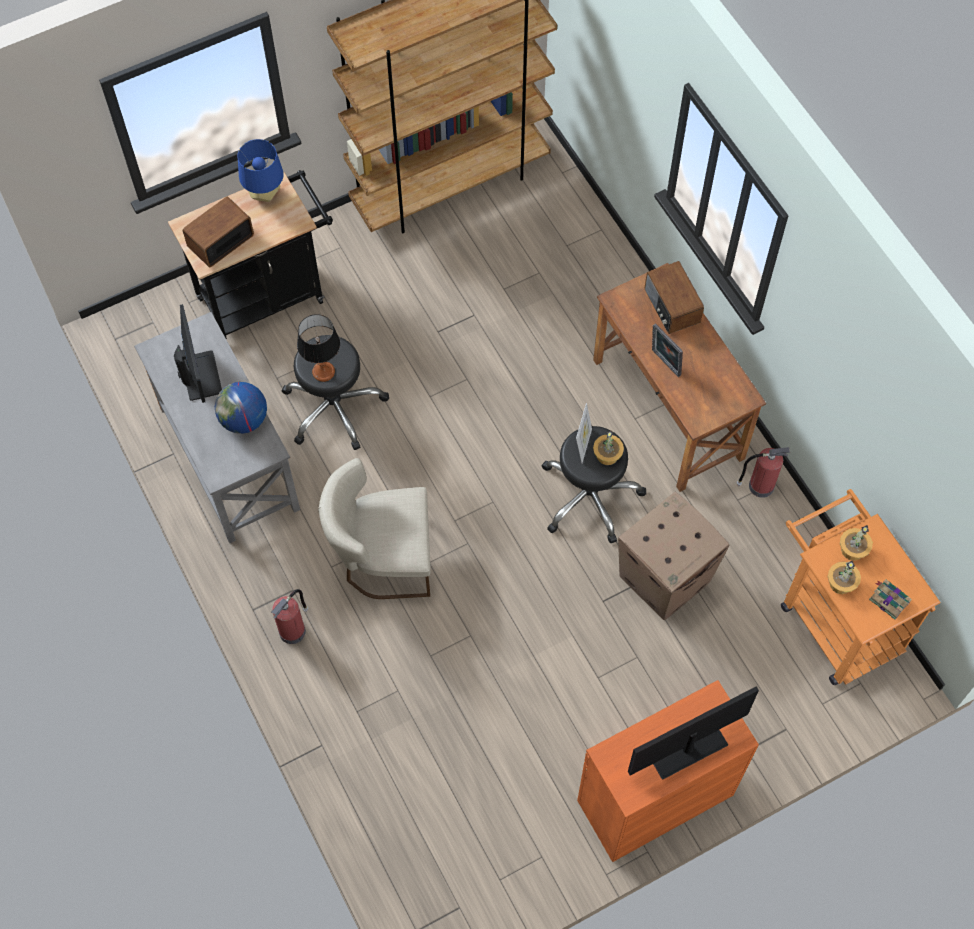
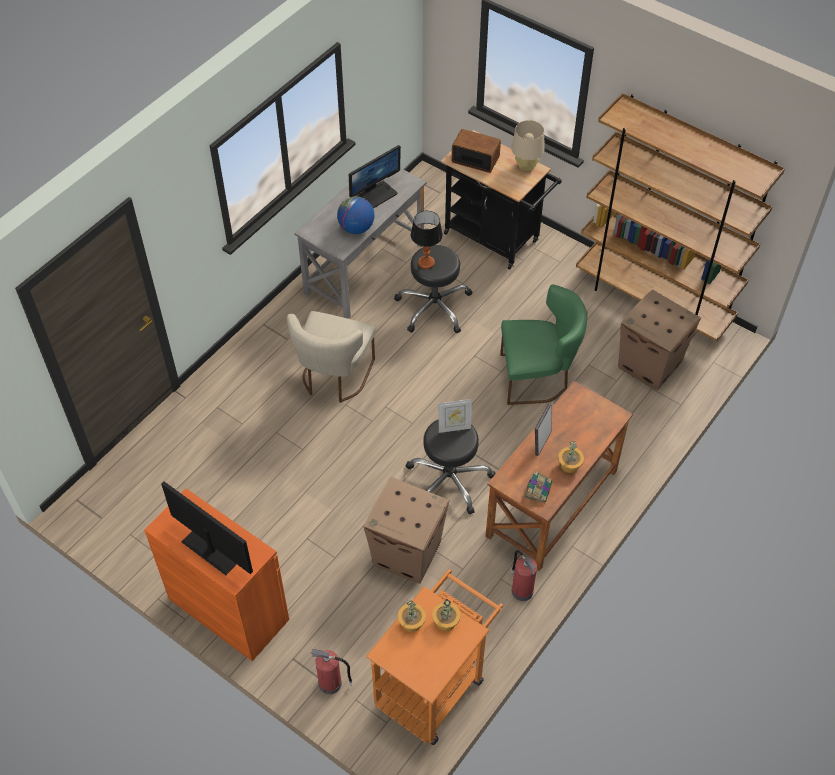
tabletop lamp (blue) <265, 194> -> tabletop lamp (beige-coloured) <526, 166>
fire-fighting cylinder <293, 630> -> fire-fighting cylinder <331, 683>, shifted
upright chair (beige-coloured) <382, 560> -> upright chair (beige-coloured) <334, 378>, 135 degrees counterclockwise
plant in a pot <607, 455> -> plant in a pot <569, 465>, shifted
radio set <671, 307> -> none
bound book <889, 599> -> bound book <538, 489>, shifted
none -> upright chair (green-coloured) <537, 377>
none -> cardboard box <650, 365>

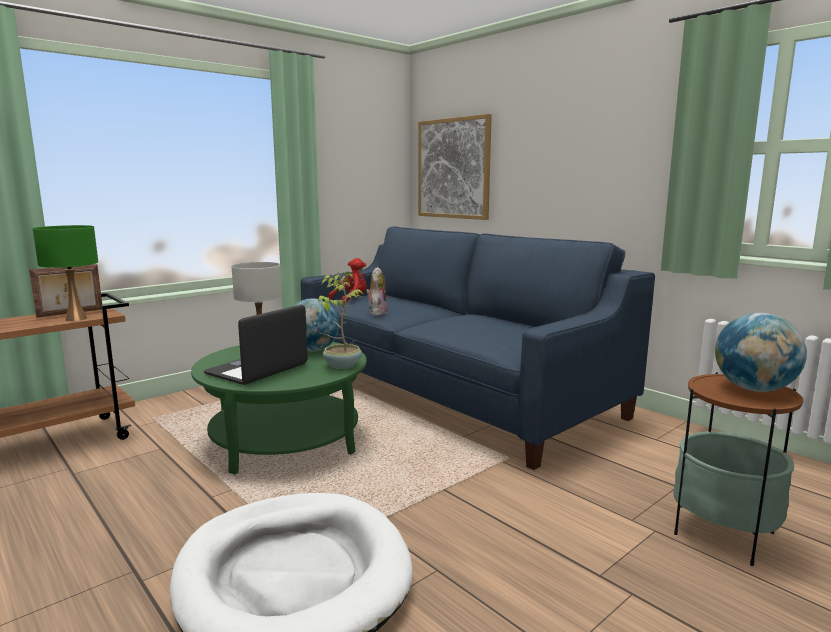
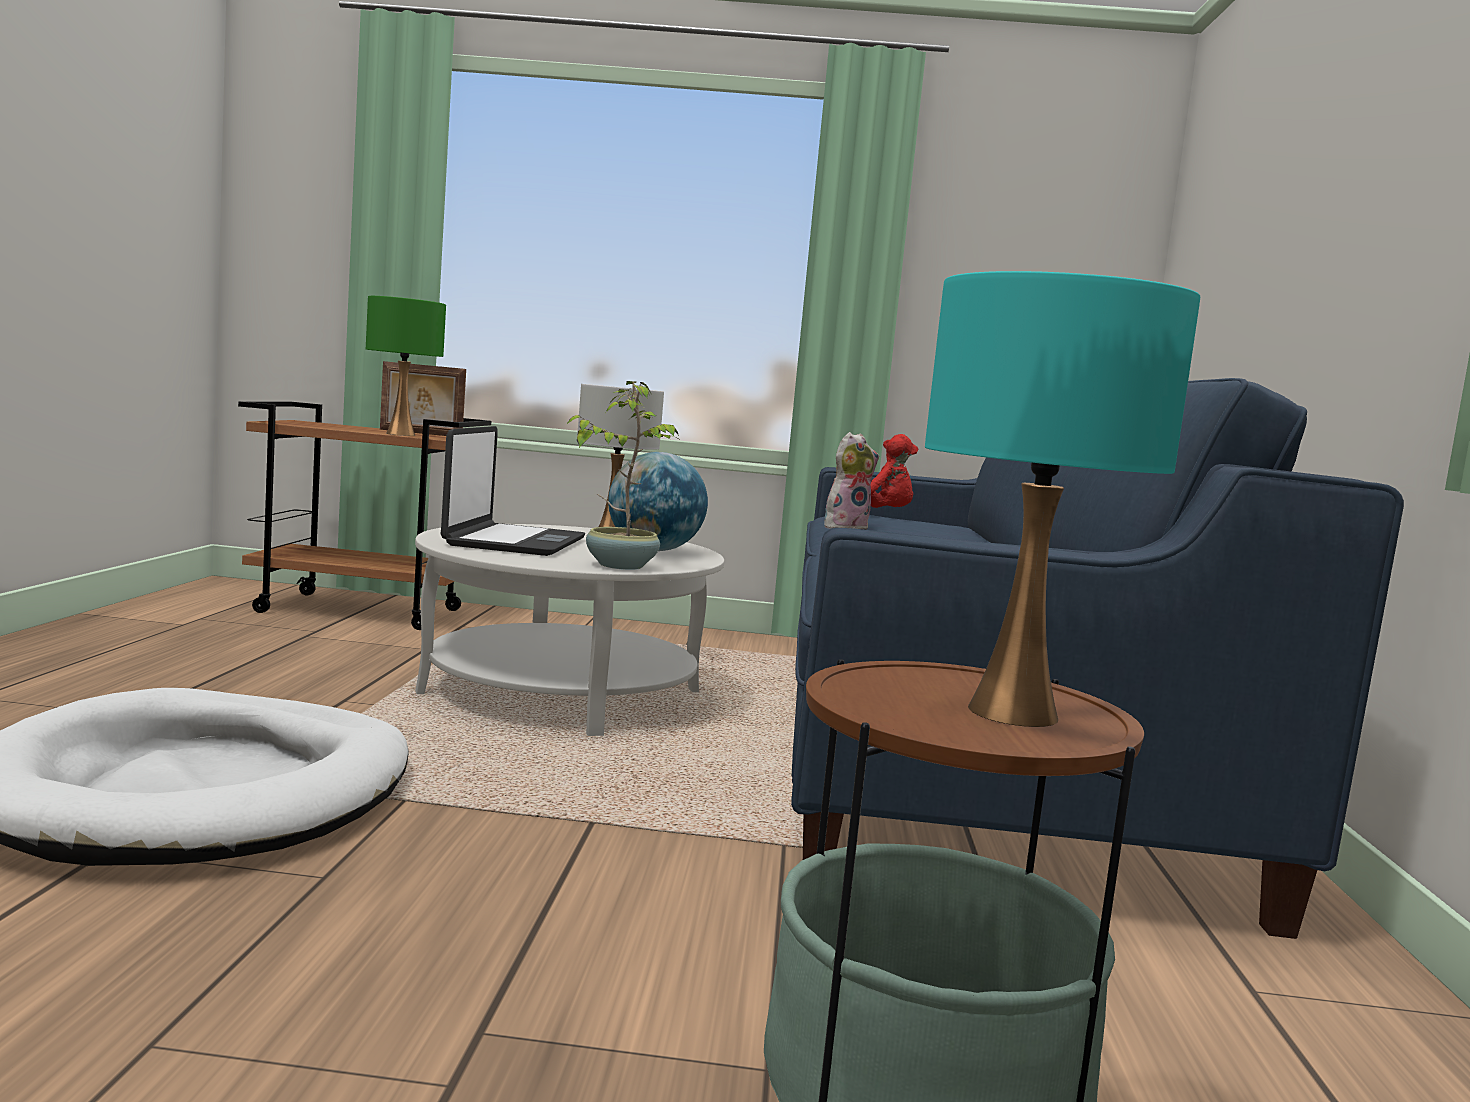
lounge table (green-coloured) <286, 440> -> lounge table (white-coloured) <562, 693>
laptop <258, 370> -> laptop <513, 542>, 105 degrees clockwise
wall art <453, 168> -> none
globe <754, 389> -> tabletop lamp (blue-green) <1011, 713>

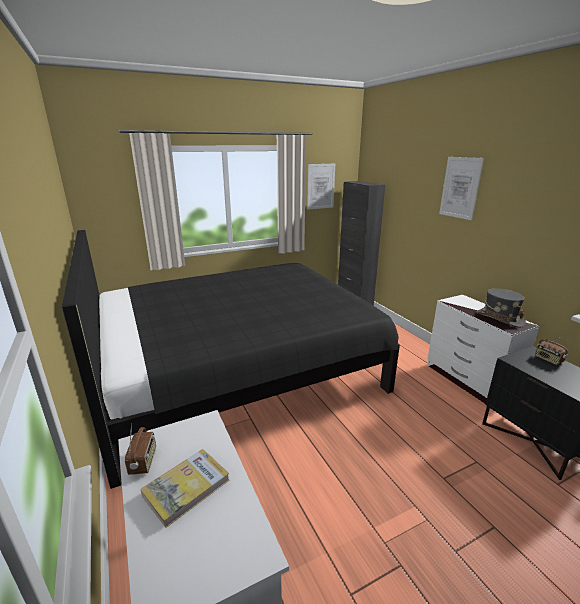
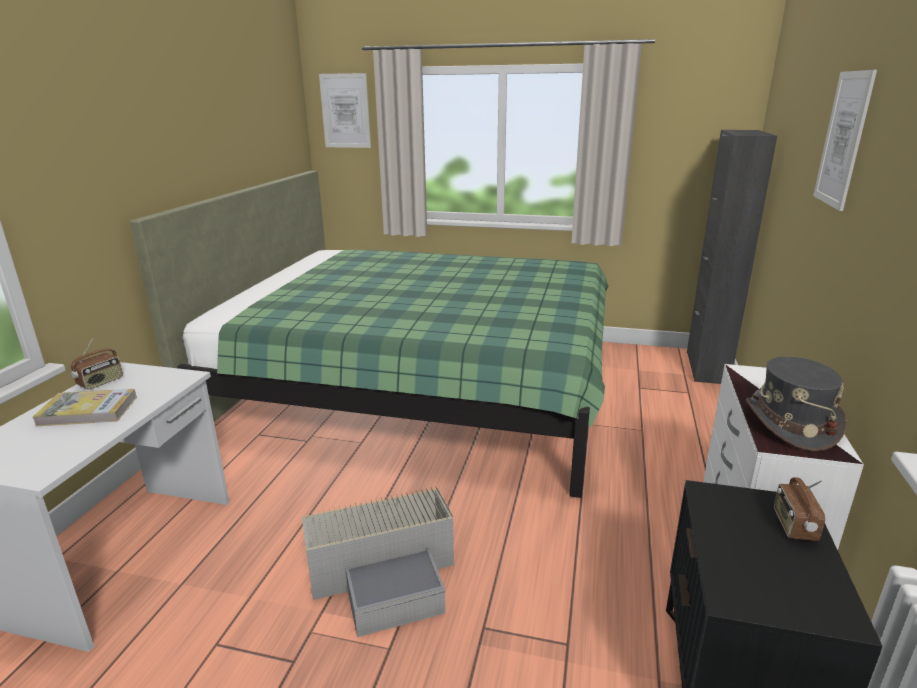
sleeping bed (black-coloured) <236, 368> -> sleeping bed (green-coloured) <420, 387>
wall art <320, 186> -> wall art <345, 111>, shifted
none -> storage box (gray) <386, 573>

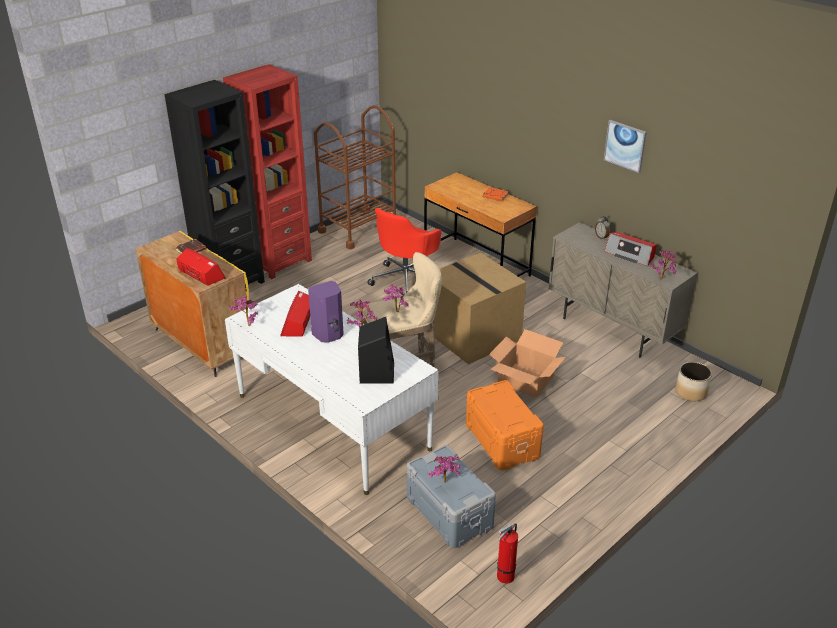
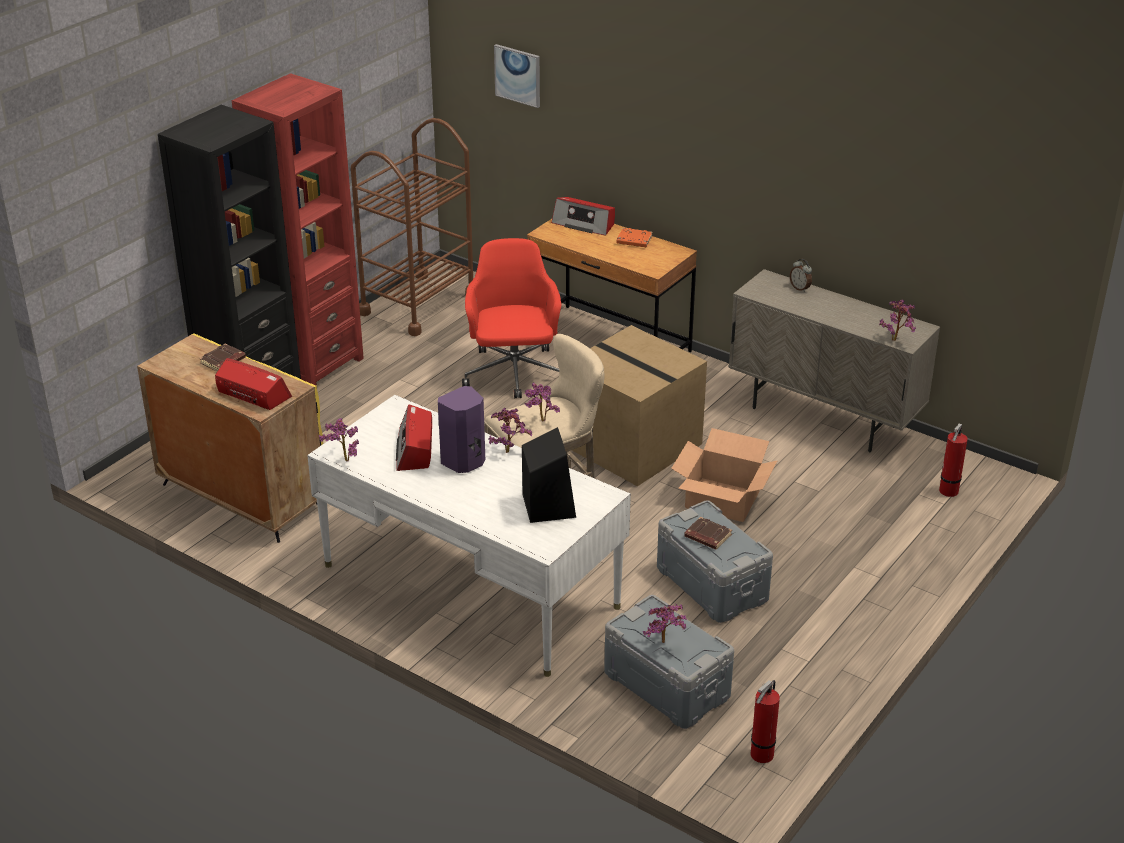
desk chair (reddish) <406, 280> -> desk chair (reddish) <514, 374>, 150 degrees clockwise
storage box (orange-coloured) <501, 441> -> storage box (gray) <711, 584>
wall art <625, 145> -> wall art <518, 75>, shifted
radio set <630, 254> -> radio set <584, 224>, shifted
plant pot <691, 392> -> fire-fighting cylinder <948, 492>
none -> bound book (brown-coloured) <707, 536>

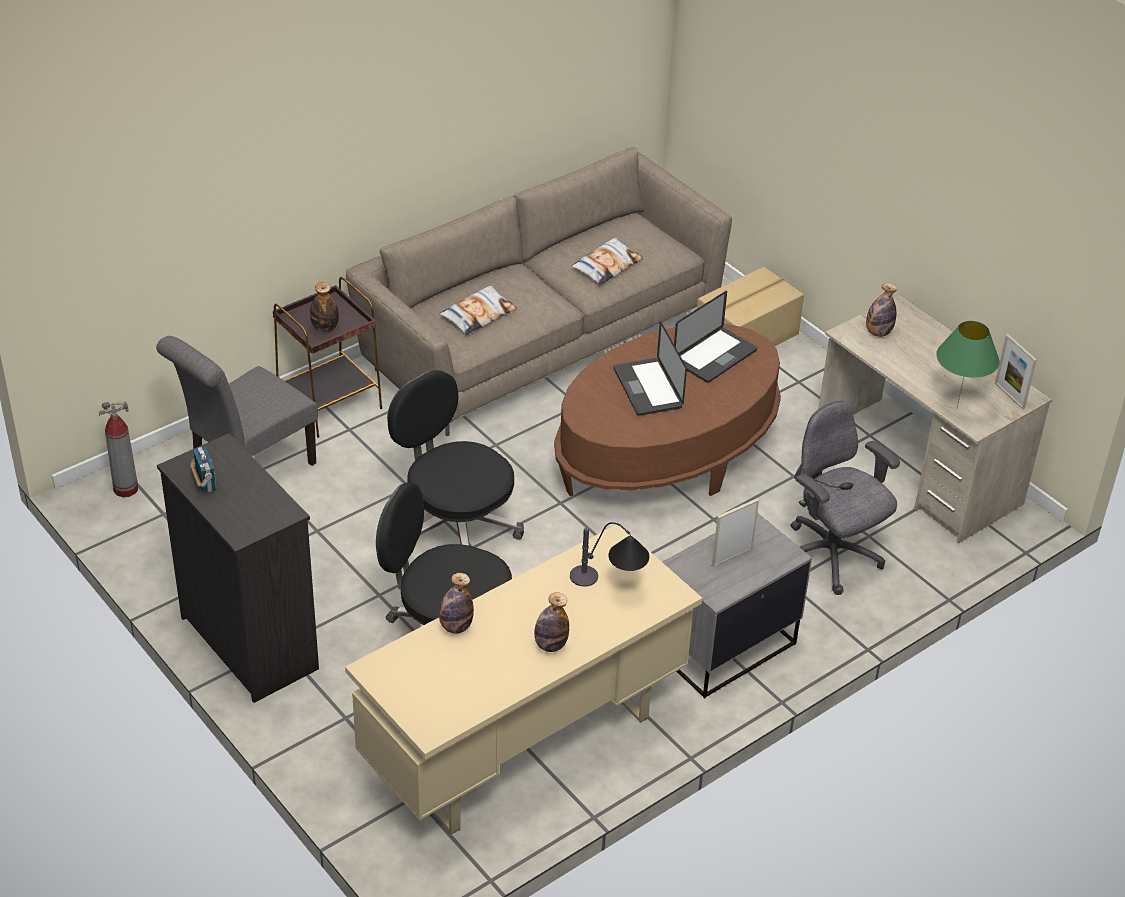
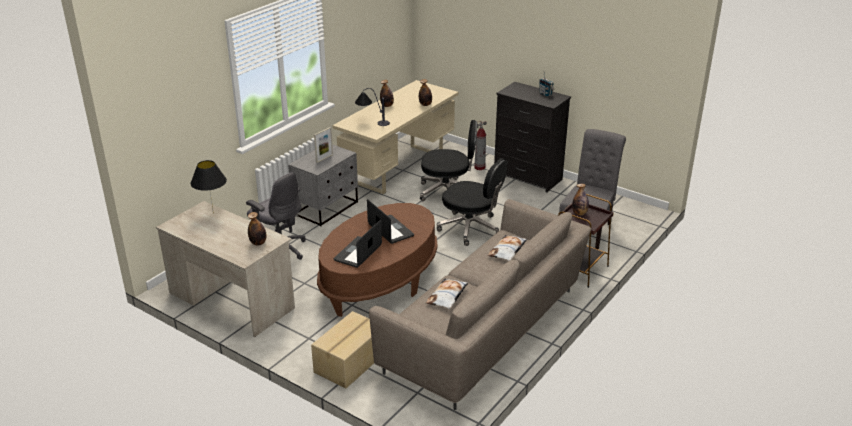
fire-fighting cylinder <125, 489> -> fire-fighting cylinder <479, 167>, shifted
tabletop lamp (green-coloured) <956, 407> -> tabletop lamp (black-coloured) <213, 213>
standing frame <1009, 396> -> none

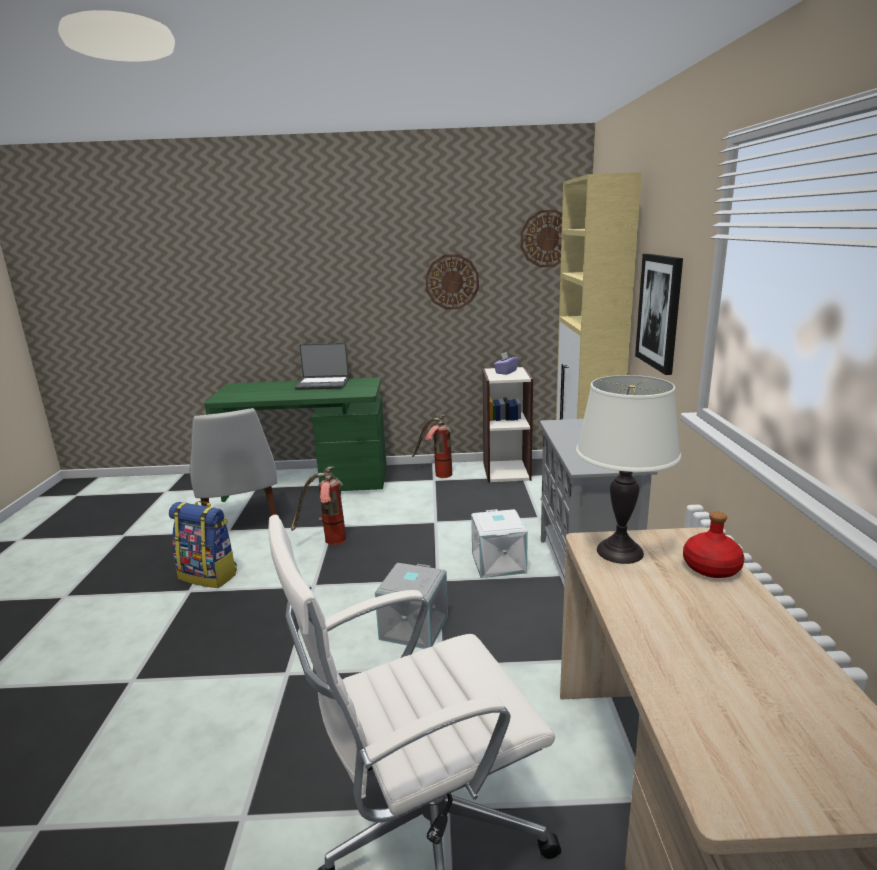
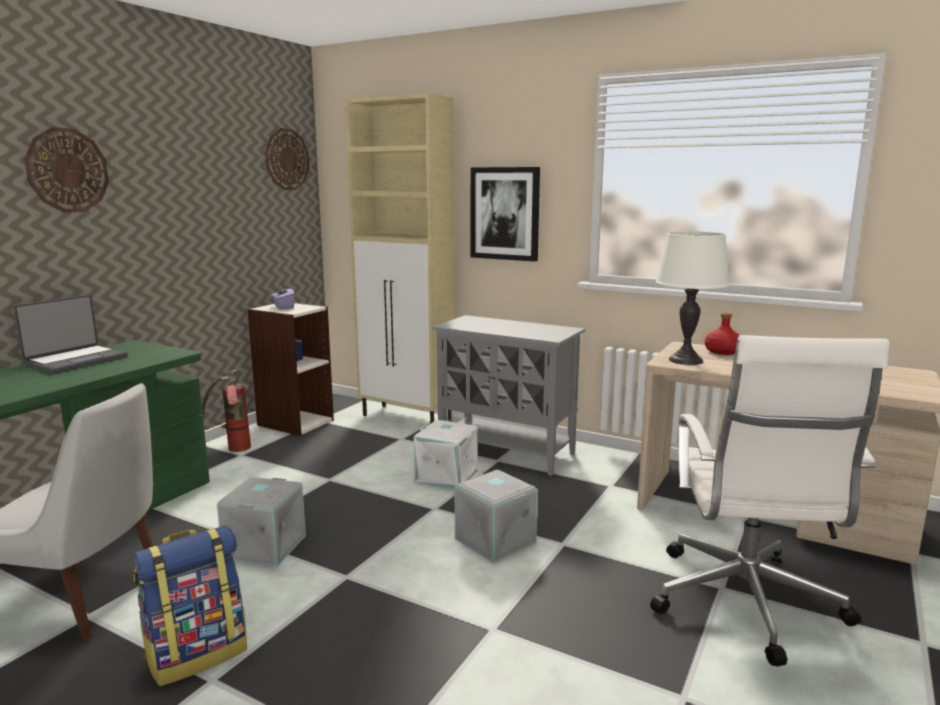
fire-fighting cylinder <327, 542> -> storage box (gray) <264, 546>
clock on the wall <452, 282> -> clock on the wall <67, 170>, shifted

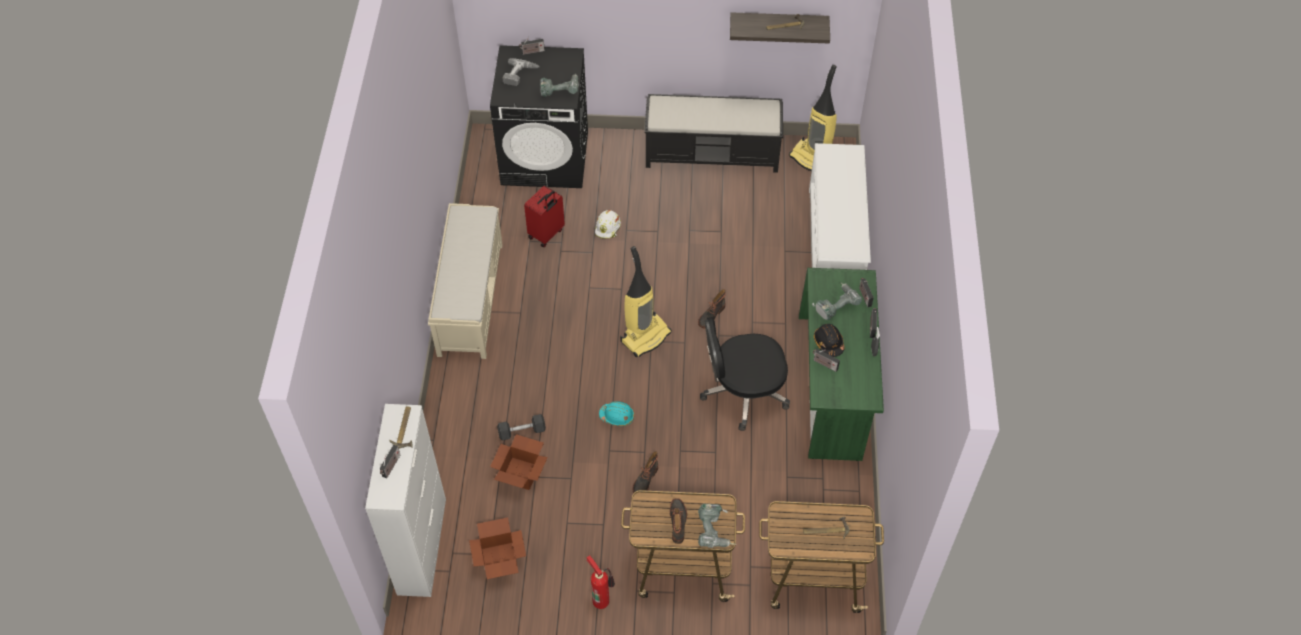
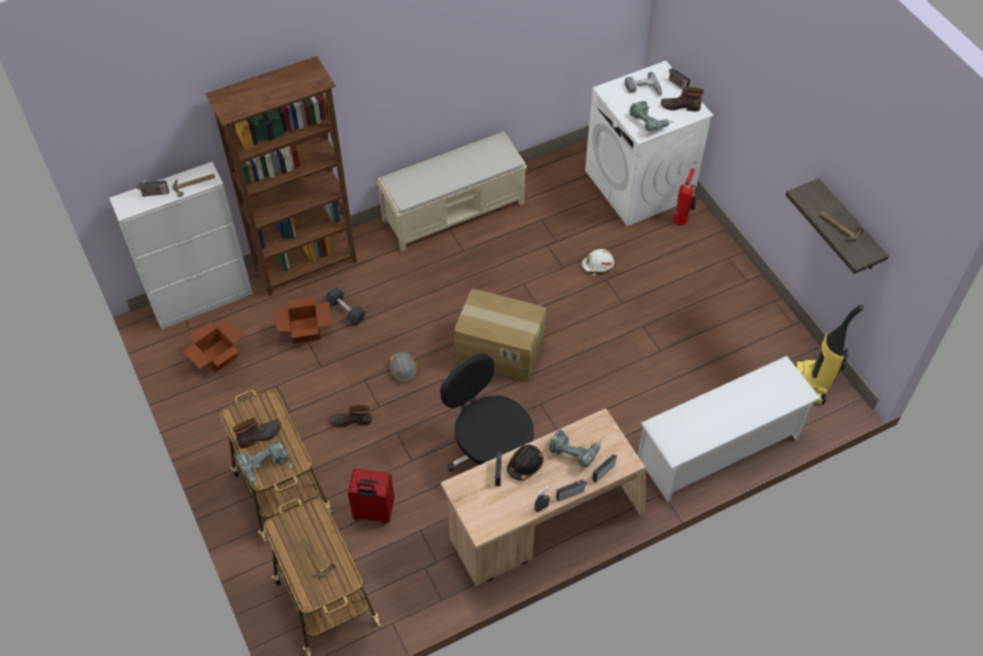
laundry machine (black-coloured) <545, 158> -> laundry machine (white-coloured) <639, 185>
travel case (reddish) <546, 234> -> travel case (reddish) <373, 512>, shifted
fire-fighting cylinder <601, 599> -> fire-fighting cylinder <682, 219>, shifted
work helmet (blue-green) <617, 416> -> work helmet (gray) <403, 369>
vacuum <645, 336> -> cardboard box <500, 349>
indoor bench (black-coloured) <713, 153> -> none
high-top boot <711, 315> -> high-top boot <680, 106>, shifted
desk unit (green-coloured) <832, 387> -> desk unit (beige-coloured) <545, 524>
none -> bookshelf (brown-coloured) <307, 265>

